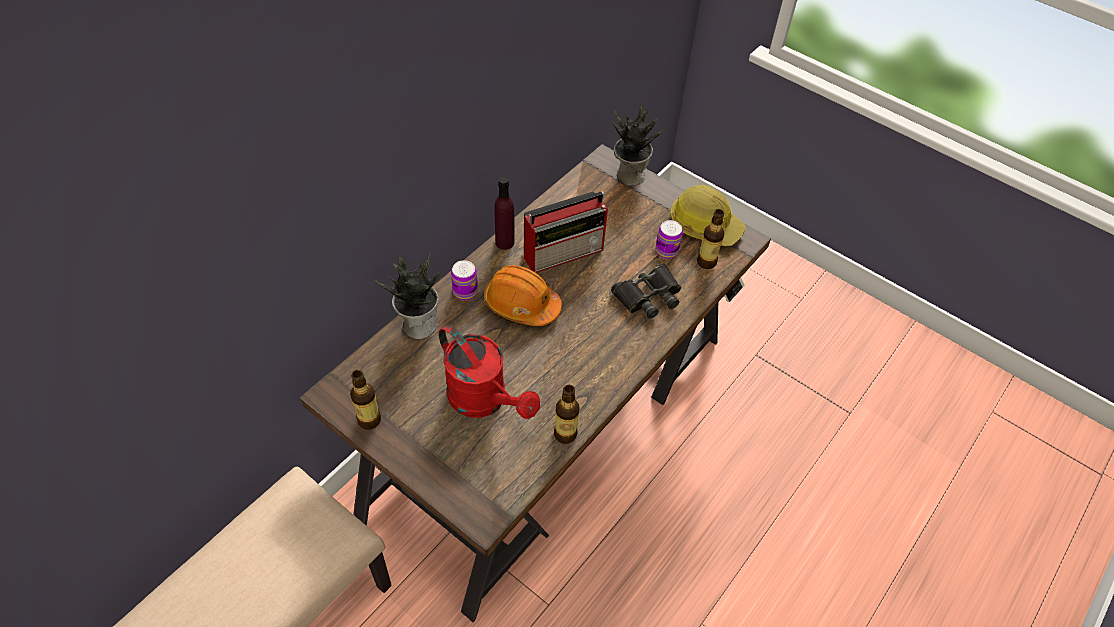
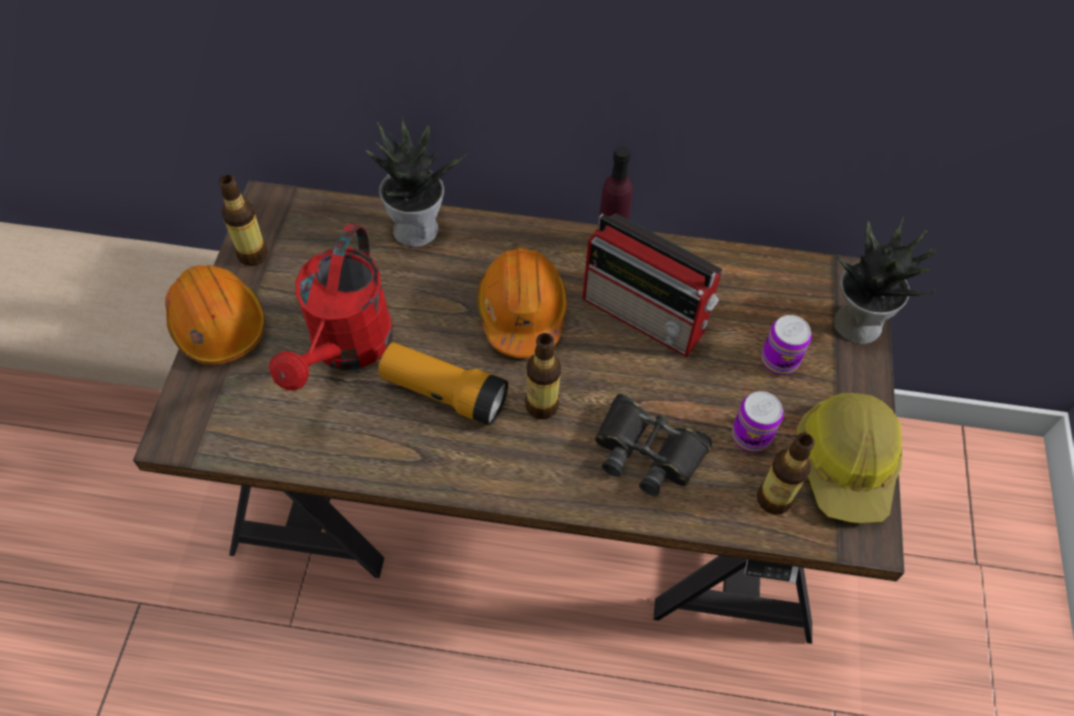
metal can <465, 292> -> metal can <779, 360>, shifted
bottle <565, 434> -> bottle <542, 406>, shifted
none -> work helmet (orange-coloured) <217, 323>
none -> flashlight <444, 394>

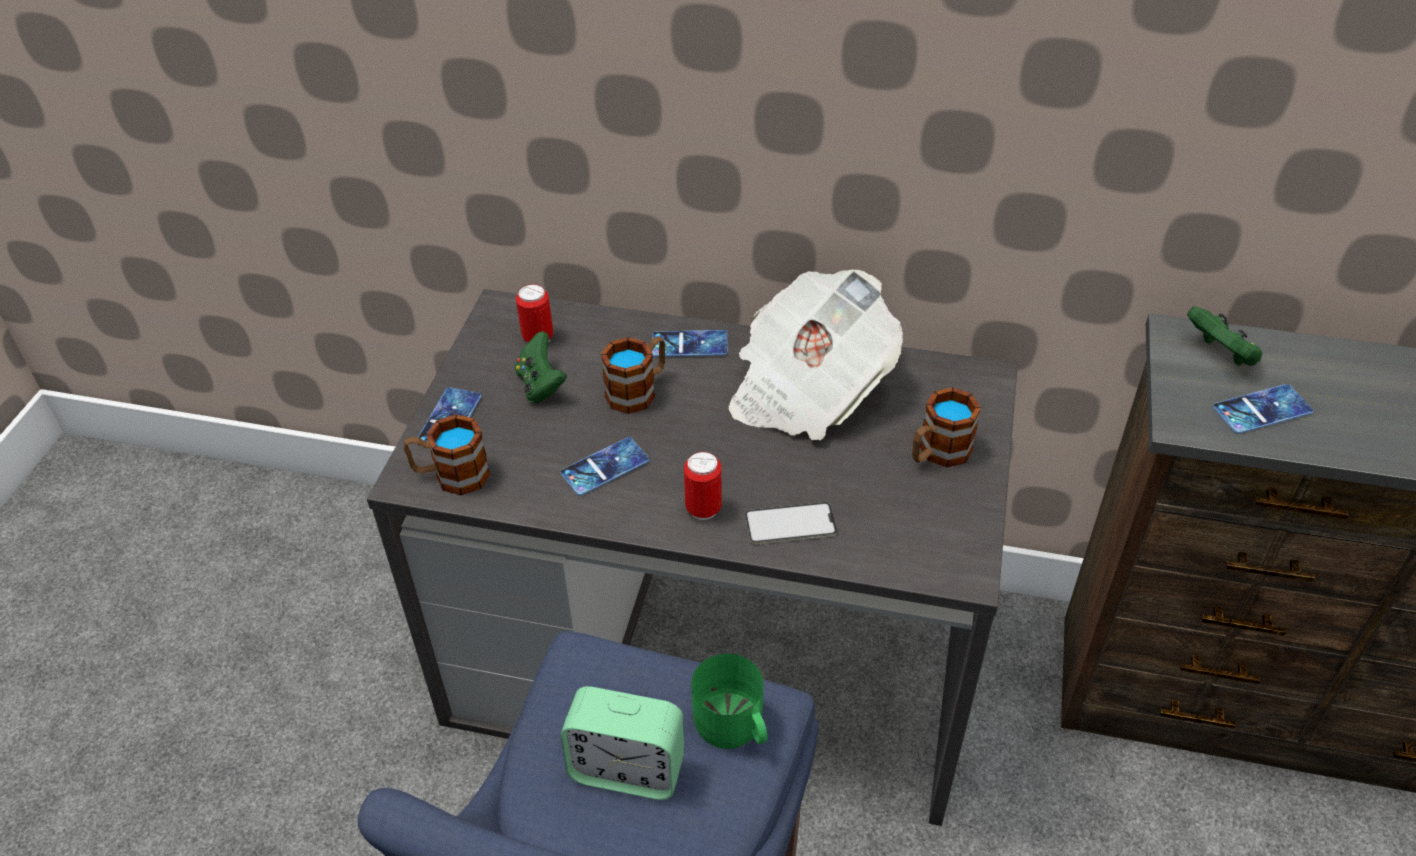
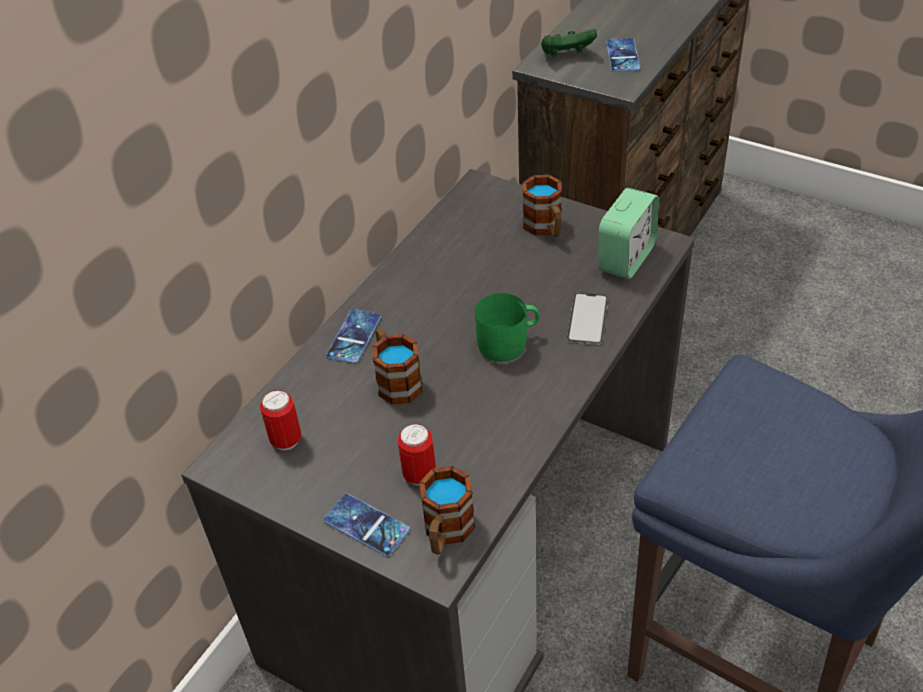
gamepad (green-coloured) <541, 385> -> none
handset <605, 467> -> none
alarm clock <627, 769> -> alarm clock <626, 258>, shifted
metal can <703, 509> -> metal can <419, 475>, shifted
coffee mug (green-coloured) <733, 728> -> coffee mug (green-coloured) <509, 343>, shifted
newspaper <807, 388> -> none

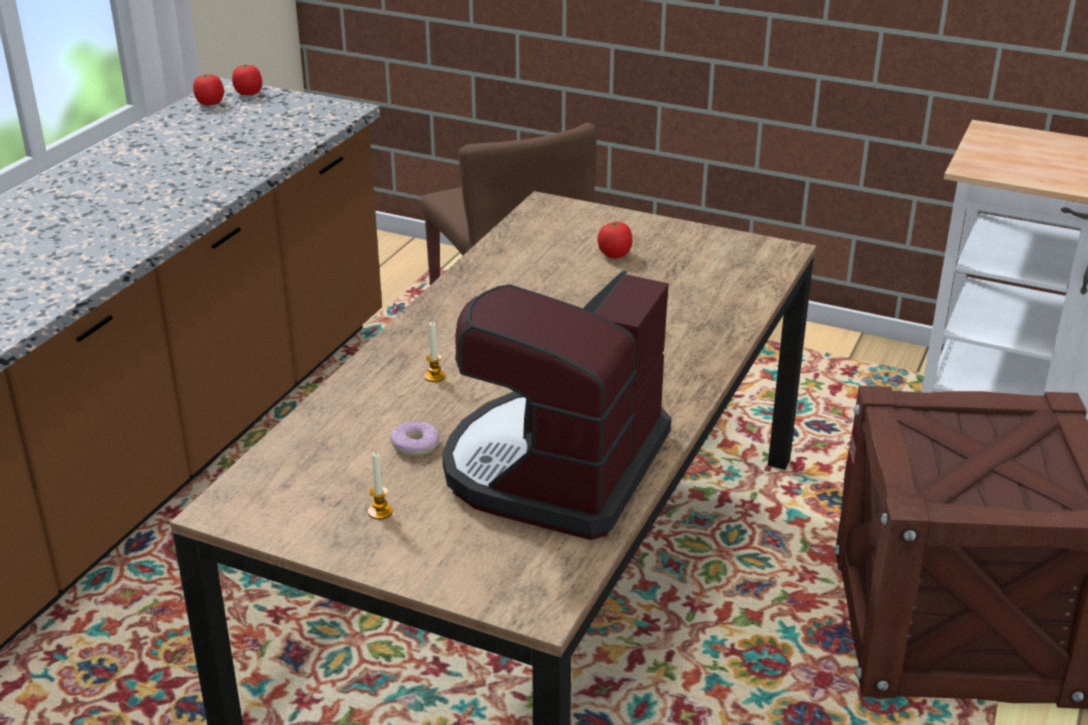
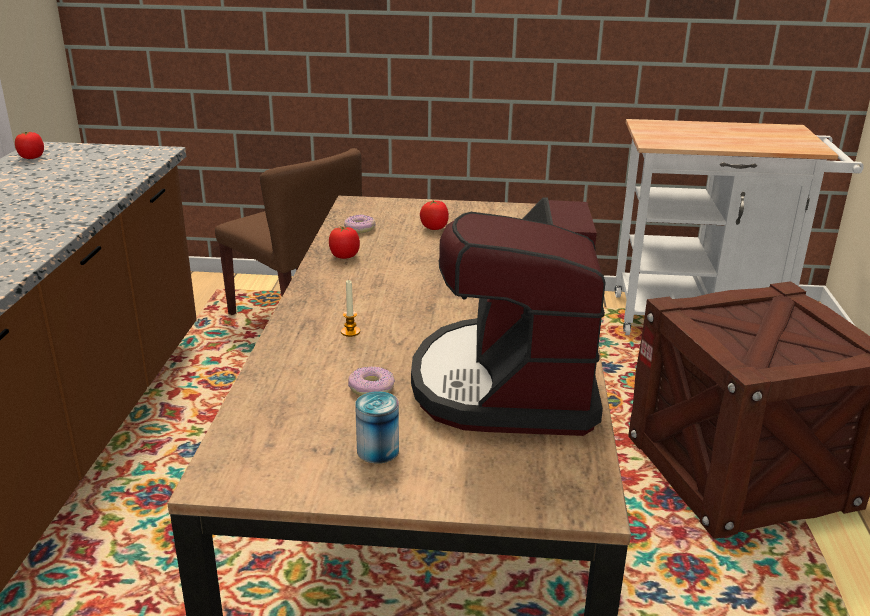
whole tomato <249, 93> -> whole tomato <344, 256>, shifted
wax candle <380, 512> -> metal can <378, 450>
none -> donut <359, 229>

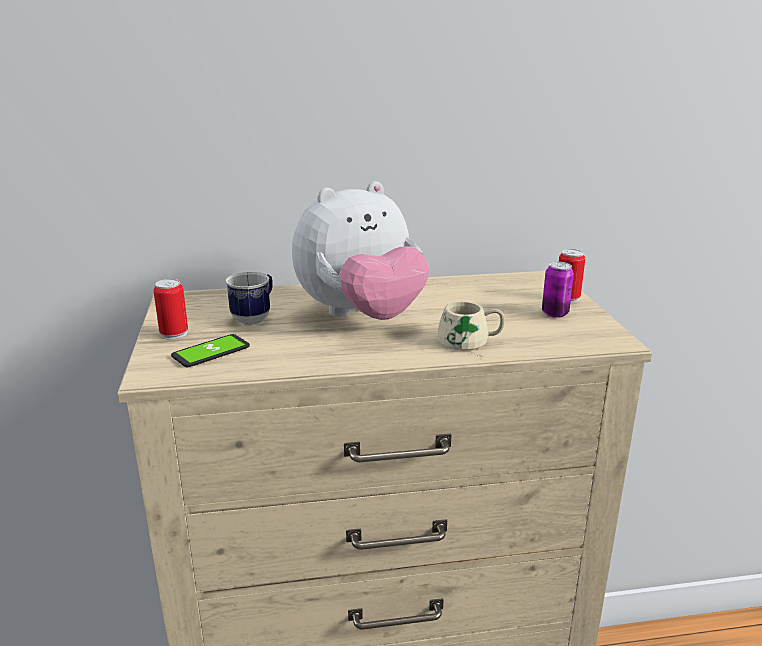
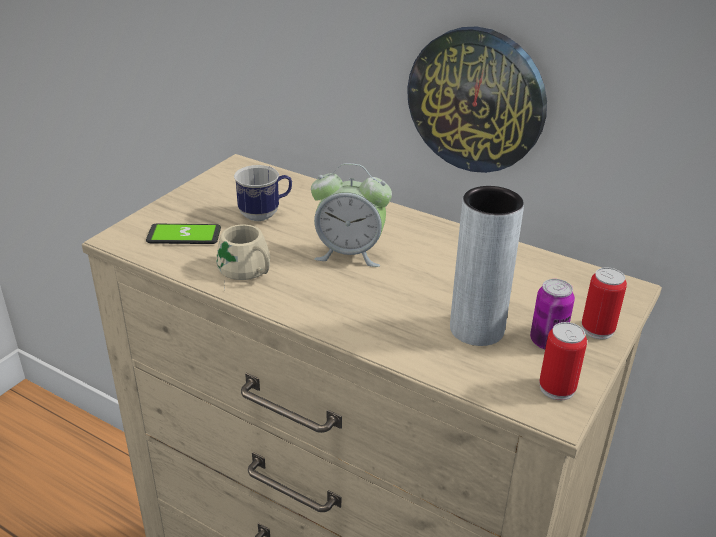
metal can <174, 334> -> metal can <557, 388>, shifted
plush toy <361, 316> -> alarm clock <350, 253>
coffee mug (beige-coloured) <469, 343> -> coffee mug (beige-coloured) <243, 272>, shifted
none -> clock on the wall <476, 100>
none -> decorative vase (gray) <477, 329>

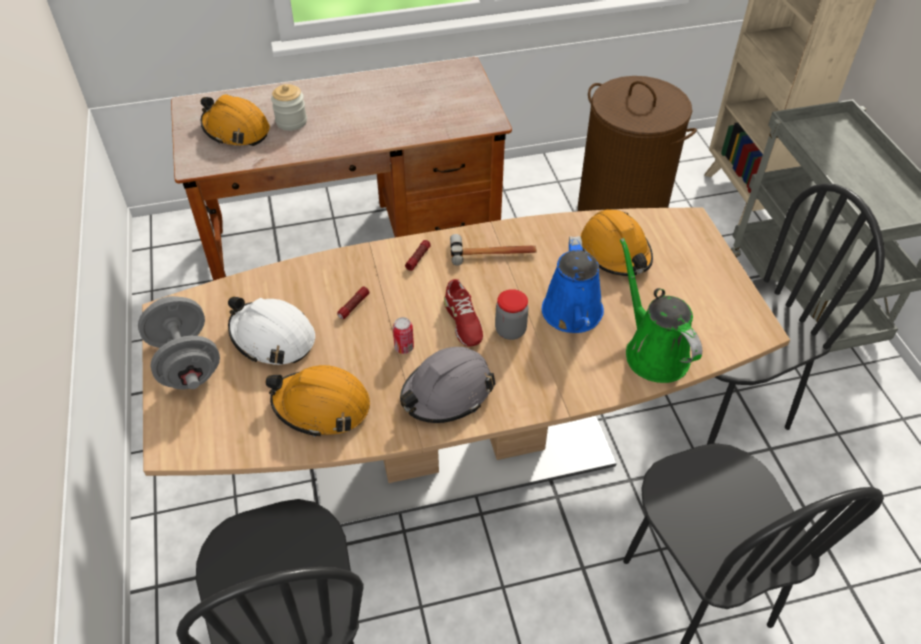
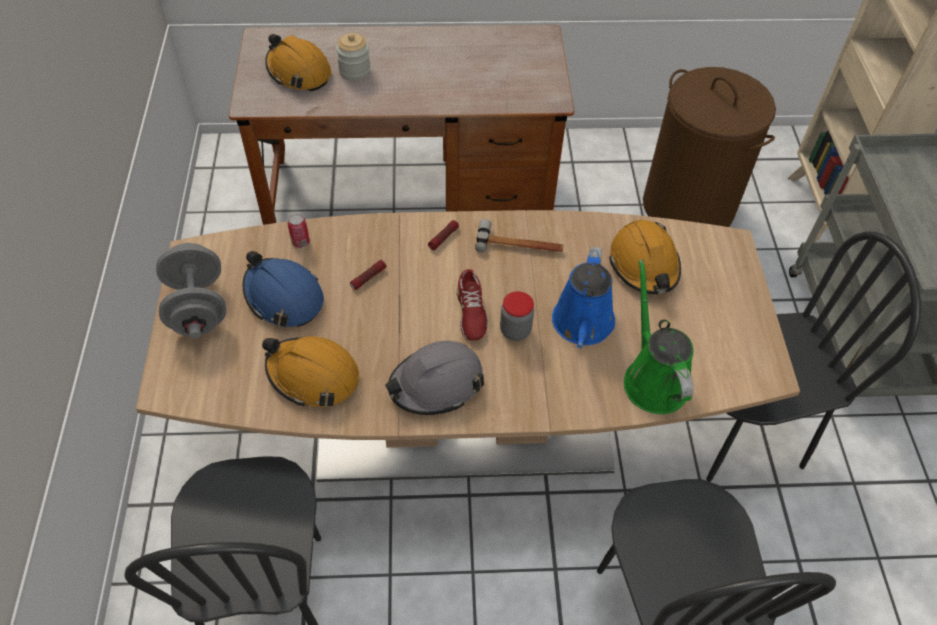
work helmet (white-coloured) <272, 338> -> work helmet (blue) <283, 297>
metal can <404, 347> -> metal can <300, 242>, shifted

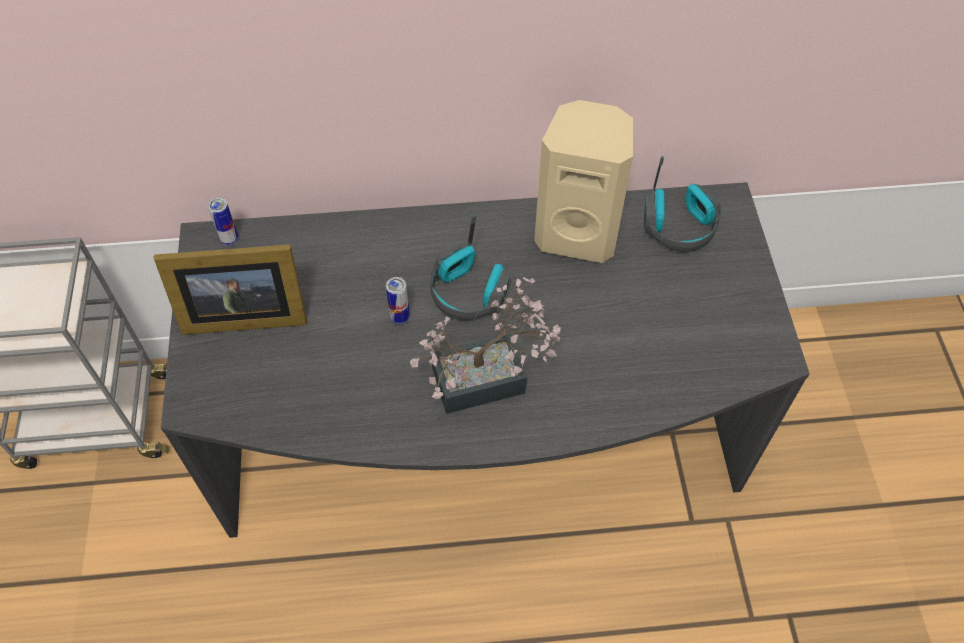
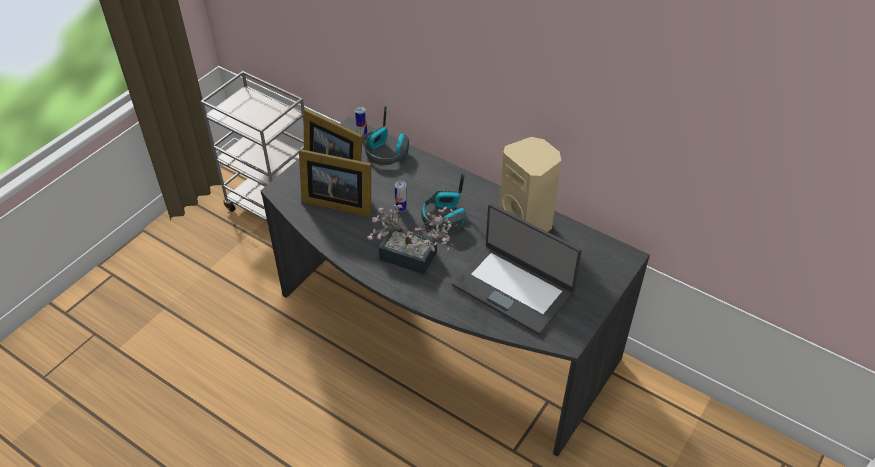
headphones <679, 226> -> headphones <386, 153>, shifted
none -> standing frame <337, 202>
none -> laptop <513, 288>

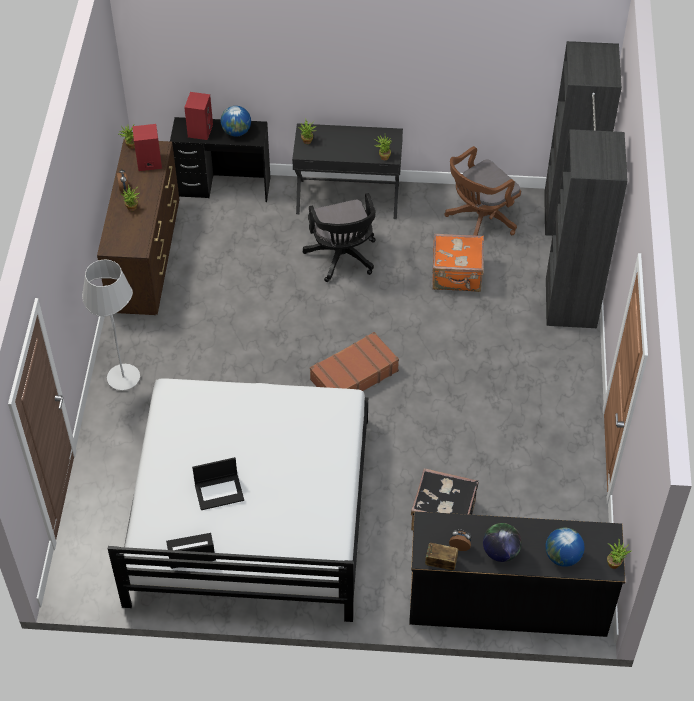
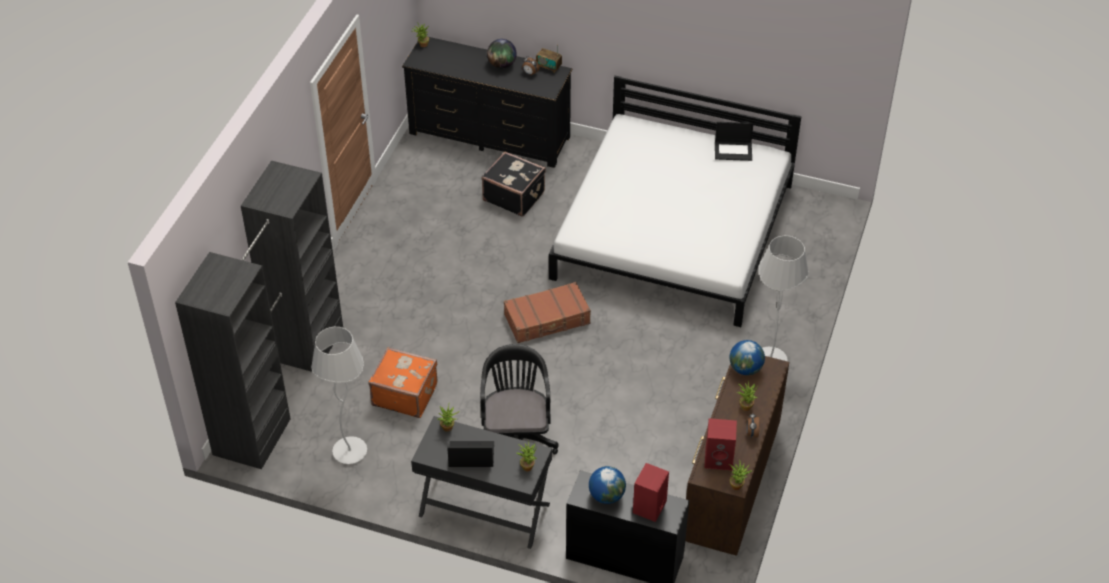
laptop <219, 491> -> laptop <470, 455>, shifted
desk chair (brown-coloured) <479, 219> -> standing lamp (white-coloured) <350, 452>
globe <562, 556> -> globe <745, 369>, shifted

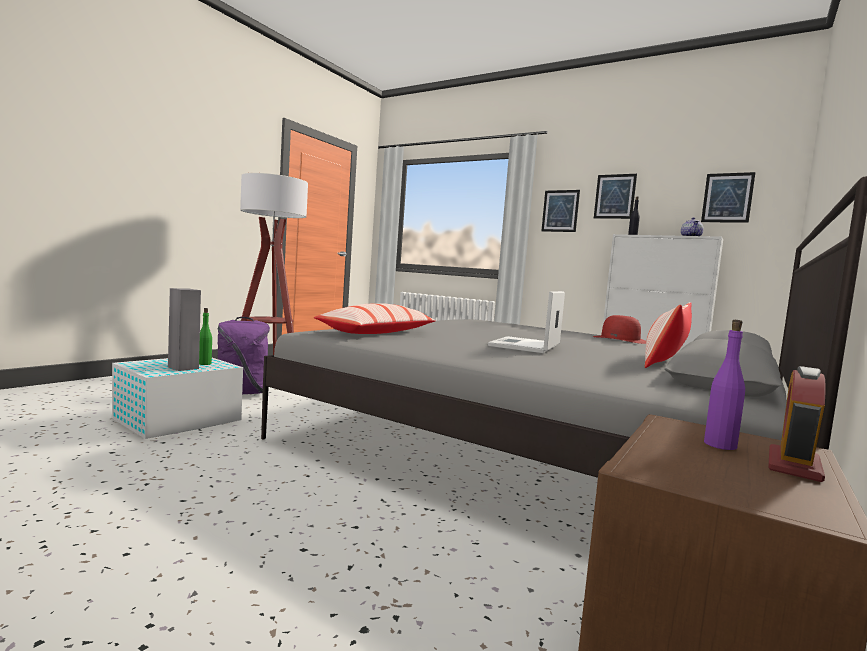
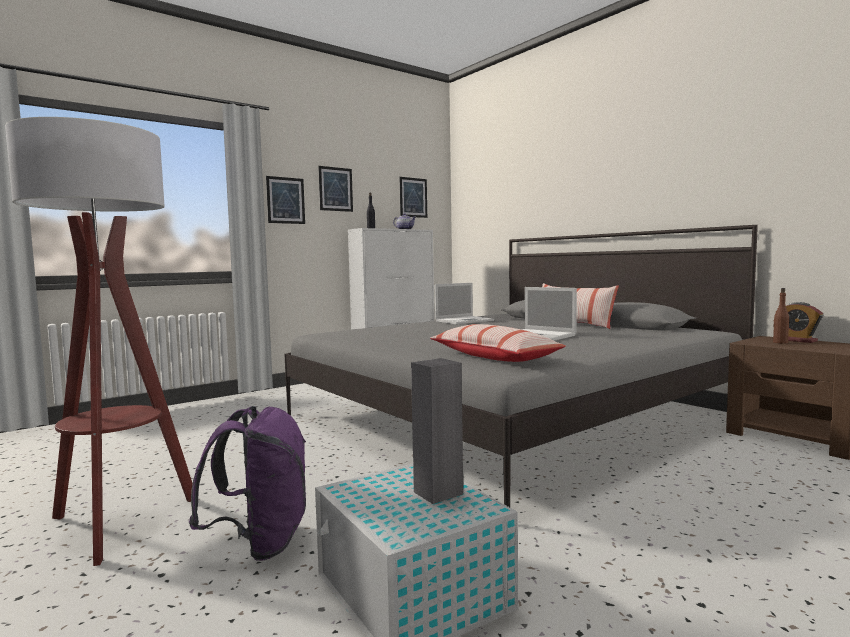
bottle (green-coloured) <204, 363> -> none
hat (reddish) <620, 339> -> laptop <465, 321>
bottle (purplish) <720, 445> -> bottle (brown-coloured) <780, 342>

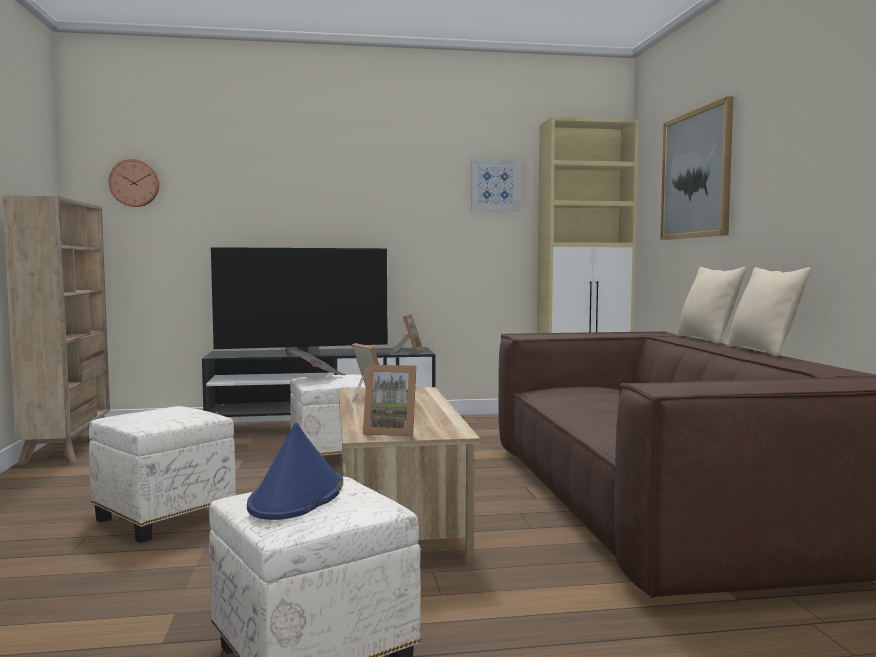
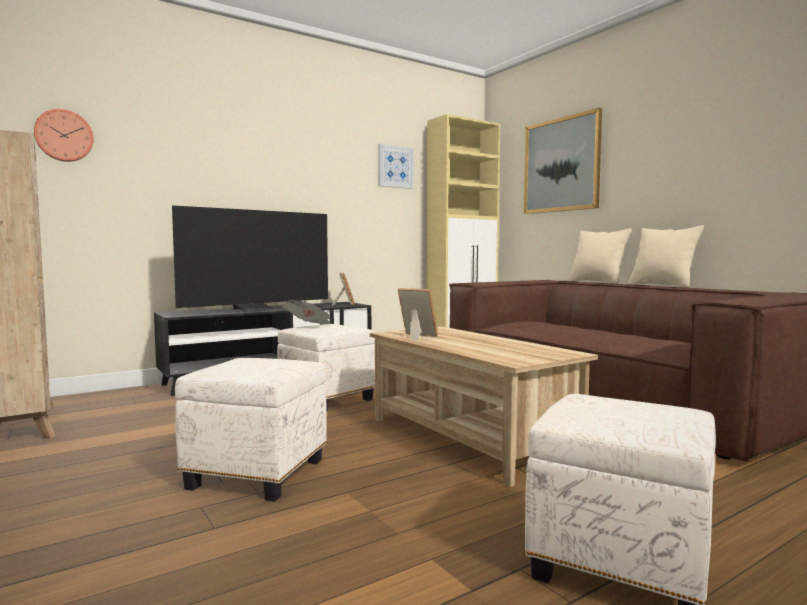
hat (blue) <297, 497> -> none
standing frame <391, 431> -> none

